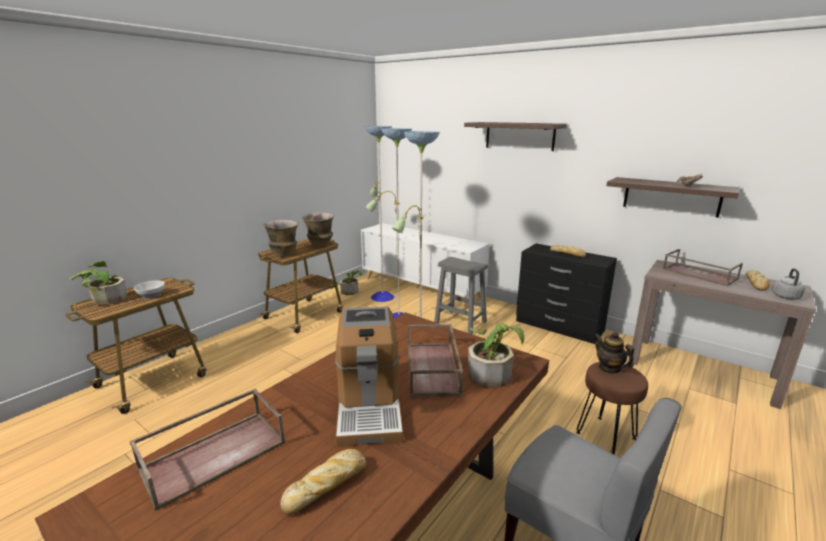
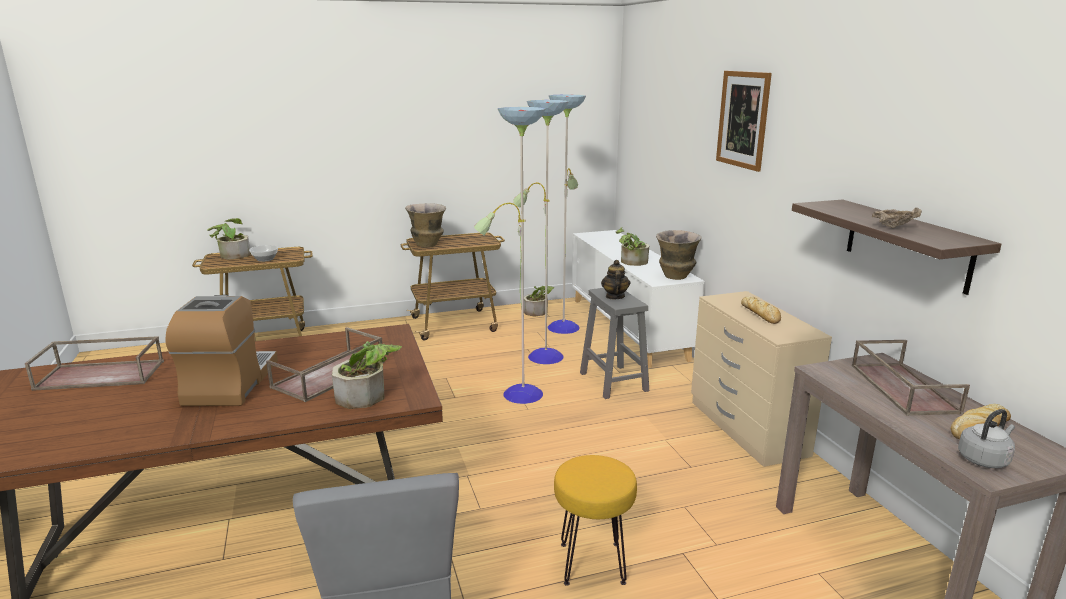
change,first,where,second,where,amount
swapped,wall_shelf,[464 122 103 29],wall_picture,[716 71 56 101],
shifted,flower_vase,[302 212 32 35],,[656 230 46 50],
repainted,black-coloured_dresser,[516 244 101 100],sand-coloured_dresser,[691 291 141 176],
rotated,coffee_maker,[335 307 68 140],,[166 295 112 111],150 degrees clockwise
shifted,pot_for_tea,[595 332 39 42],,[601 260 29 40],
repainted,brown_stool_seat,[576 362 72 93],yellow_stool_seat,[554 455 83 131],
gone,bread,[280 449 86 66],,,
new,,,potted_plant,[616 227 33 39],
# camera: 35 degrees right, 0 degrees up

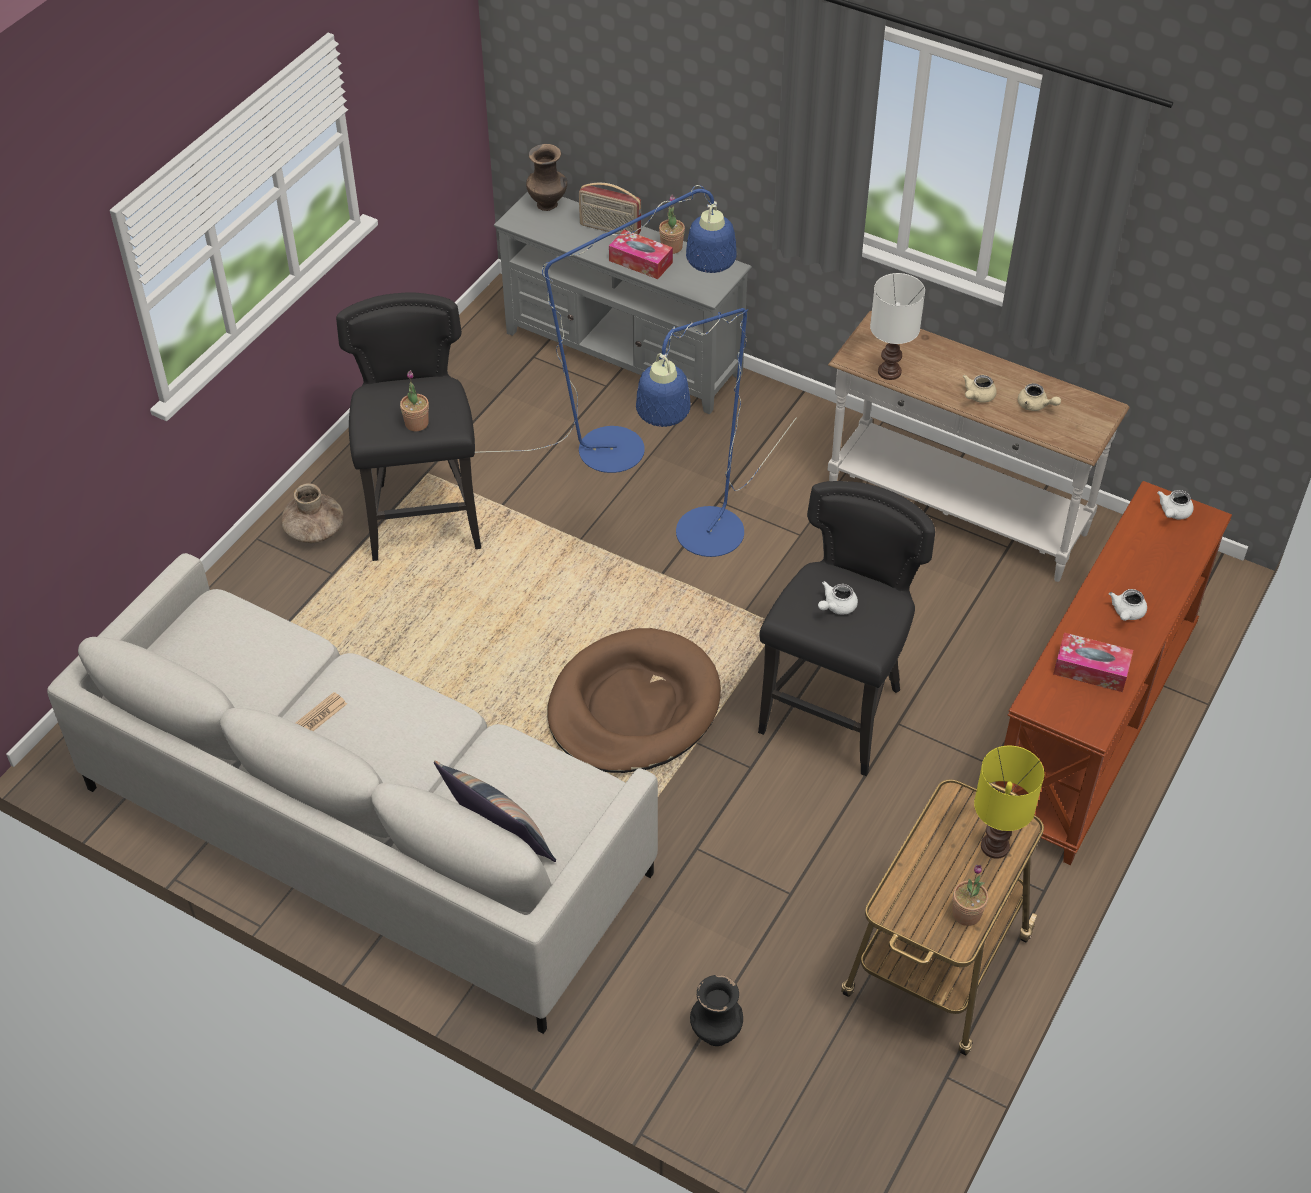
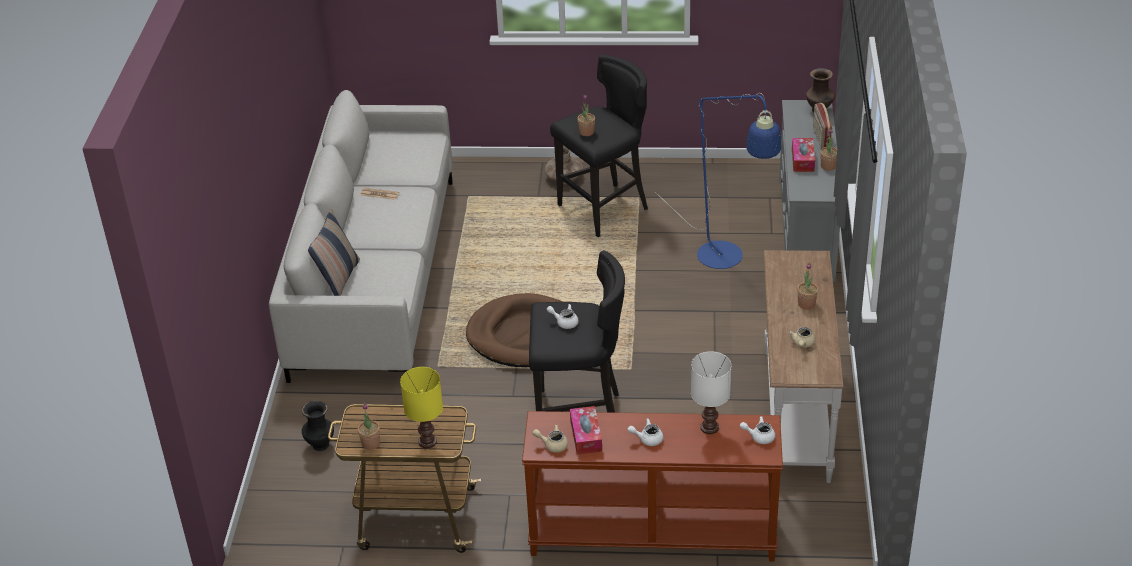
change,first,where,second,where,amount
shifted,whitish_tabletop_lamp,[870 273 55 107],,[691 351 40 83],
gone,blue_standard_lamp,[636 308 161 249],,,
shifted,sand-coloured_pot_for_tea,[962 375 35 28],,[533 424 35 29],
new,,,potted_plant,[797 263 21 47],
# camera: 65 degrees right, 10 degrees down

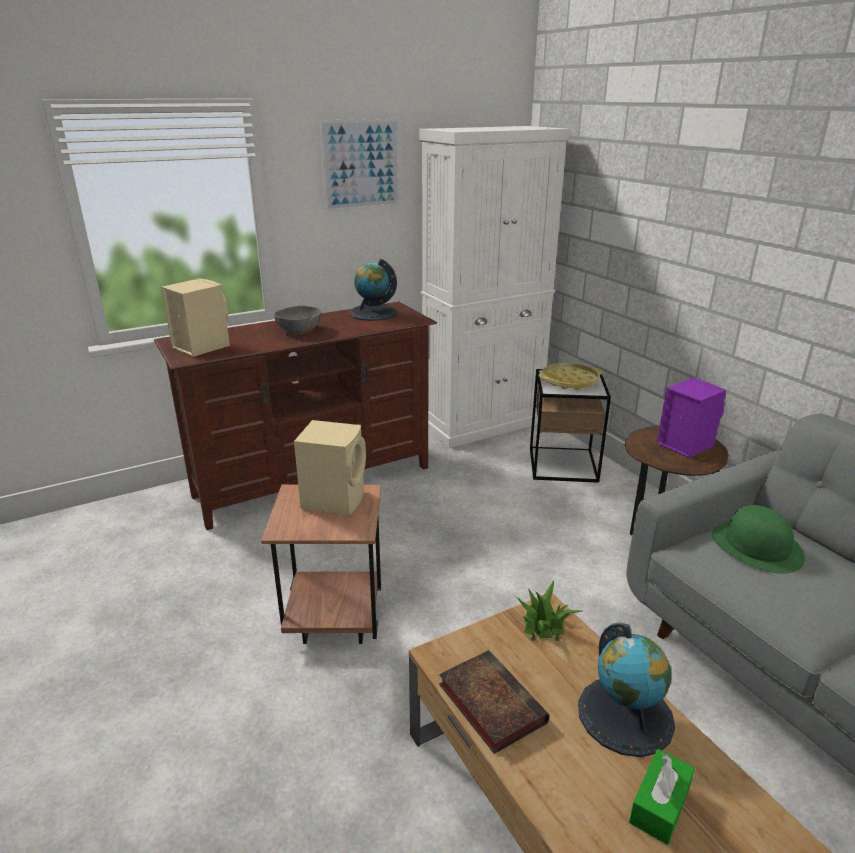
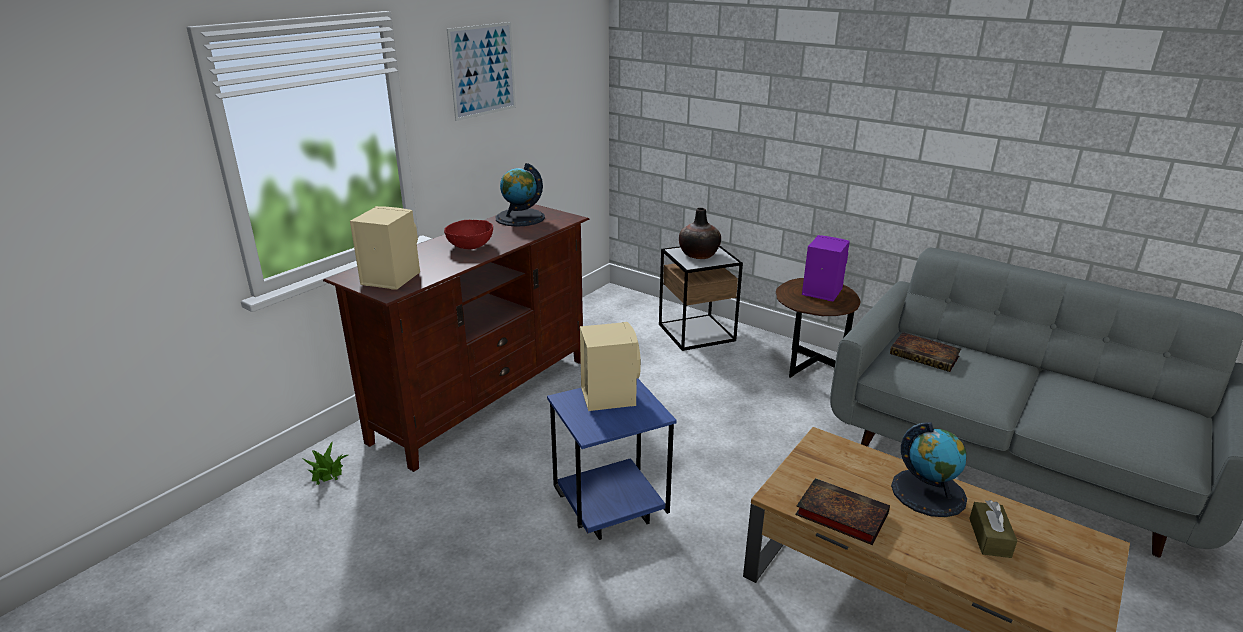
change,first,where,second,where,amount
gone,whitish_storage_cabinet,[419 126 151 322],,,
repainted,gray_deep_dish,[274 305 48 28],reddish_deep_dish,[444 220 49 29],
swapped,yellow_tray,[538 363 64 27],flower_vase,[679 208 42 51],
repainted,brown_end_table,[261 485 120 159],blue_end_table,[547 379 130 161],
swapped,green_clothing_hat,[712 505 93 69],volume,[890 332 71 40],
shifted,potted_plant,[515 580 69 61],,[301 442 47 43],
repainted,green_box_of_tissues,[629 749 66 96],brown_box_of_tissues,[969 500 48 58],
# camera: 25 degrees left, 0 degrees up

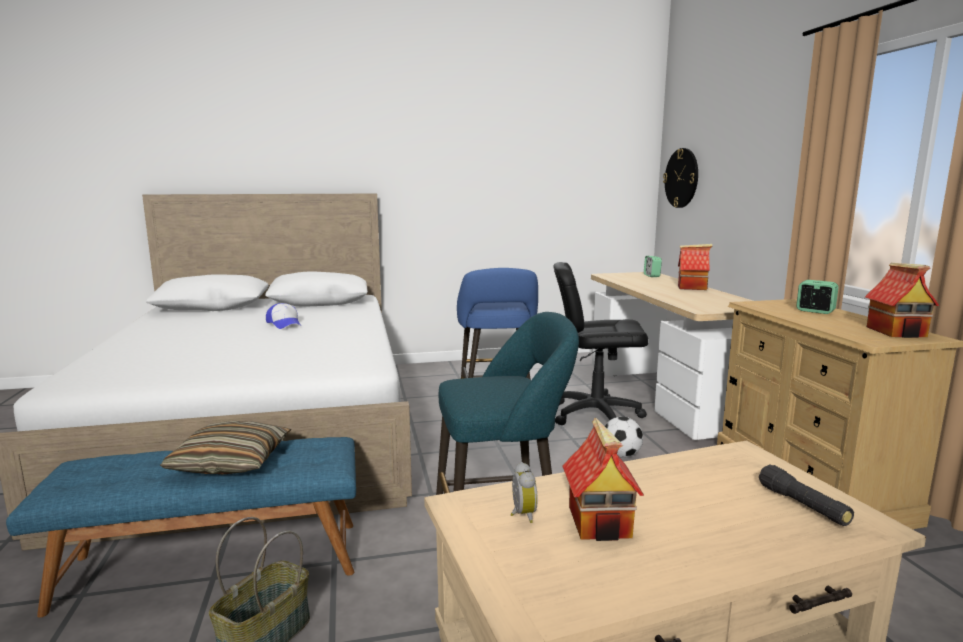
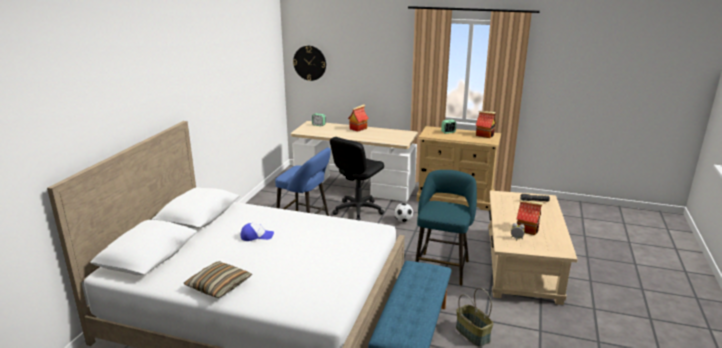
change,first,where,second,where,amount
shifted,cushion,[160 421 132 53],,[184 261 68 37],
# camera: 60 degrees left, 10 degrees up

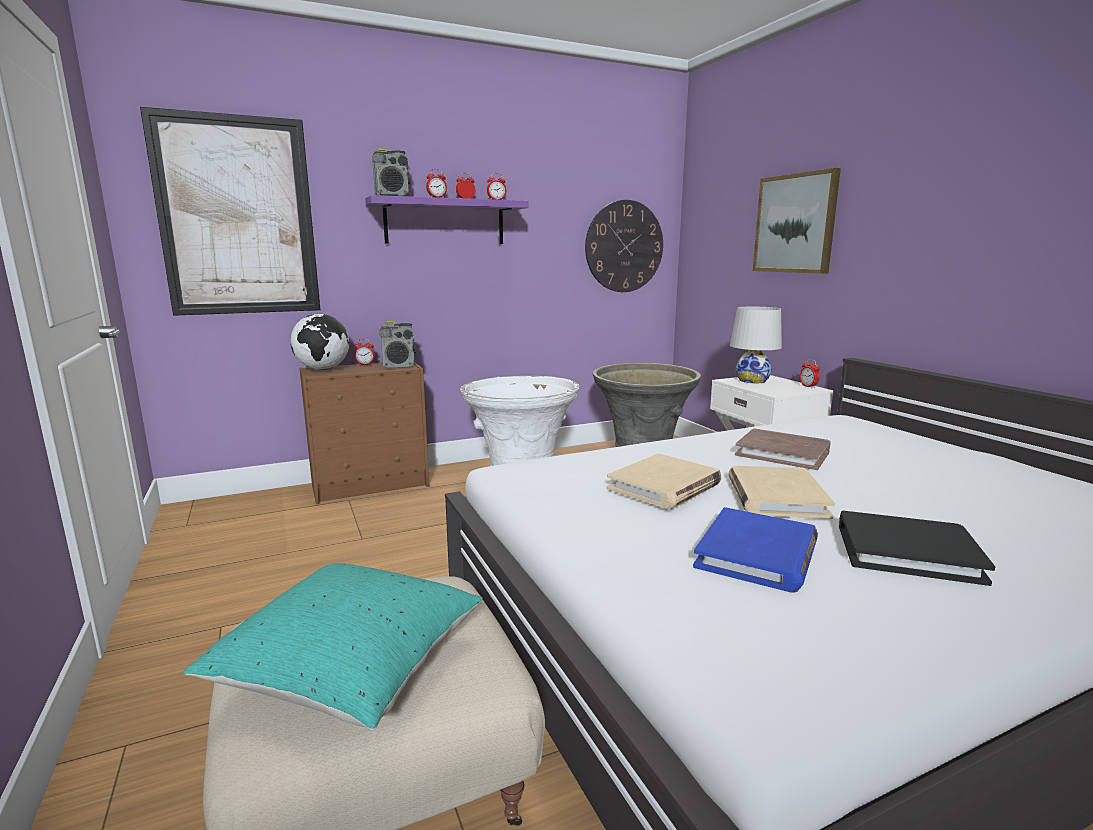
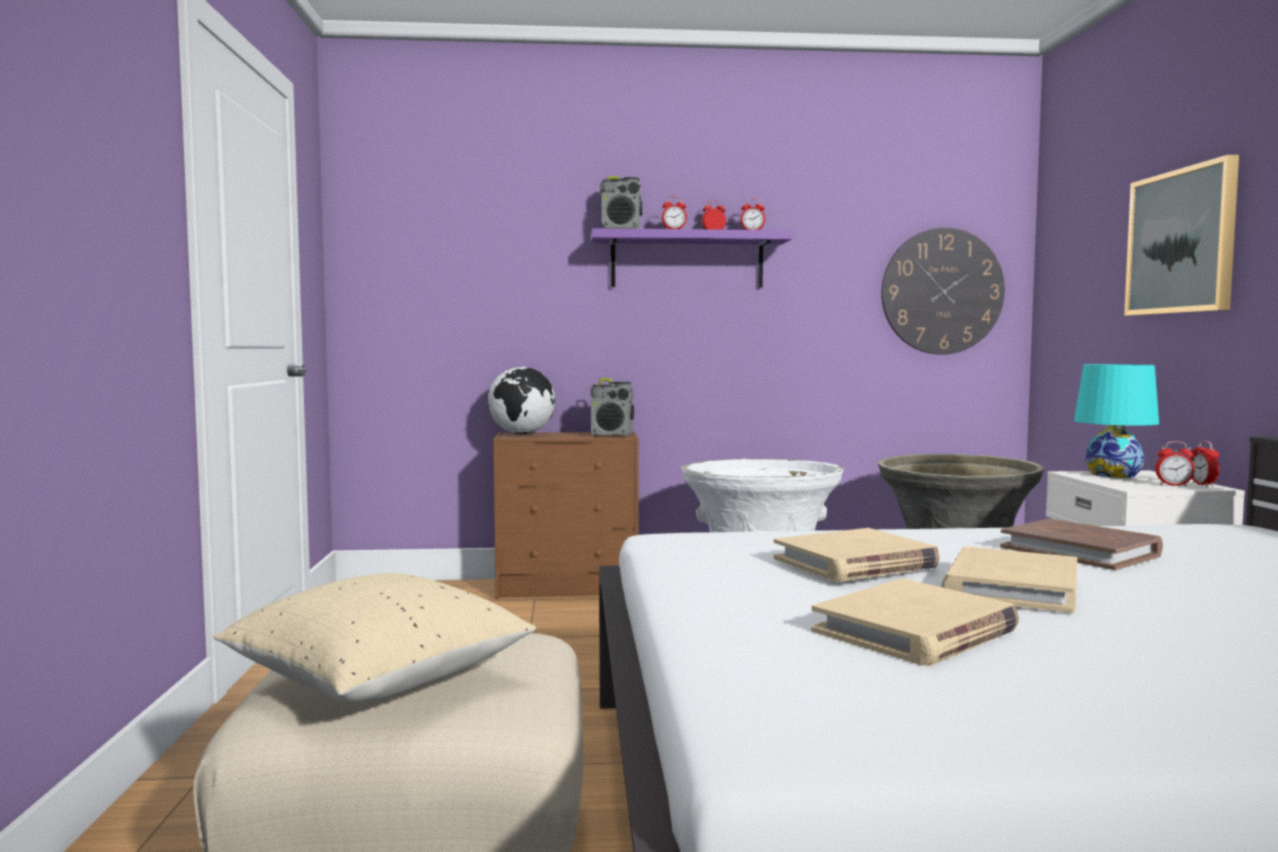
change,first,where,second,where,amount
gone,wall_picture,[140 107 180 209],,,
repainted,whitish_tabletop_lamp,[730 307 52 76],turquoise_tabletop_lamp,[1074 364 85 114],
shifted,table_clock,[354 339 21 26],,[1155 441 40 46],
repainted,blue_volume,[693 507 125 85],sand-coloured_volume,[811 579 208 87],
gone,black-coloured_volume,[839 511 156 75],,,
repainted,turquoise_cushion,[183 563 300 167],sand-coloured_cushion,[214 573 322 130],
# camera: 20 degrees right, 10 degrees down

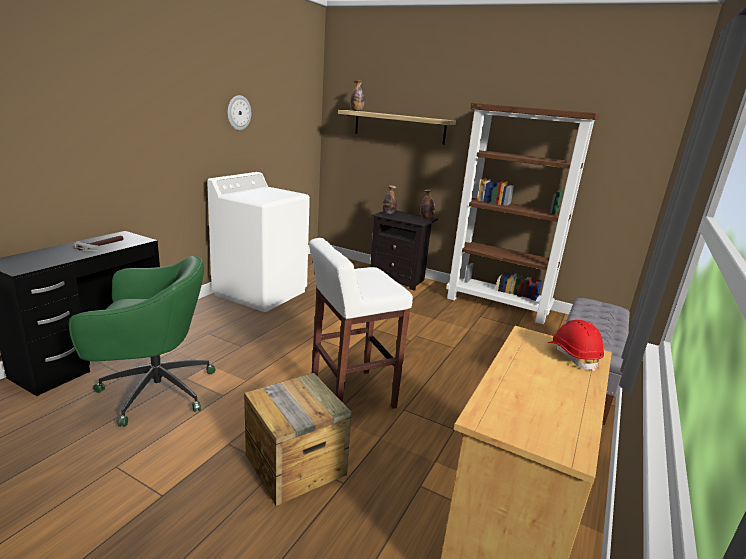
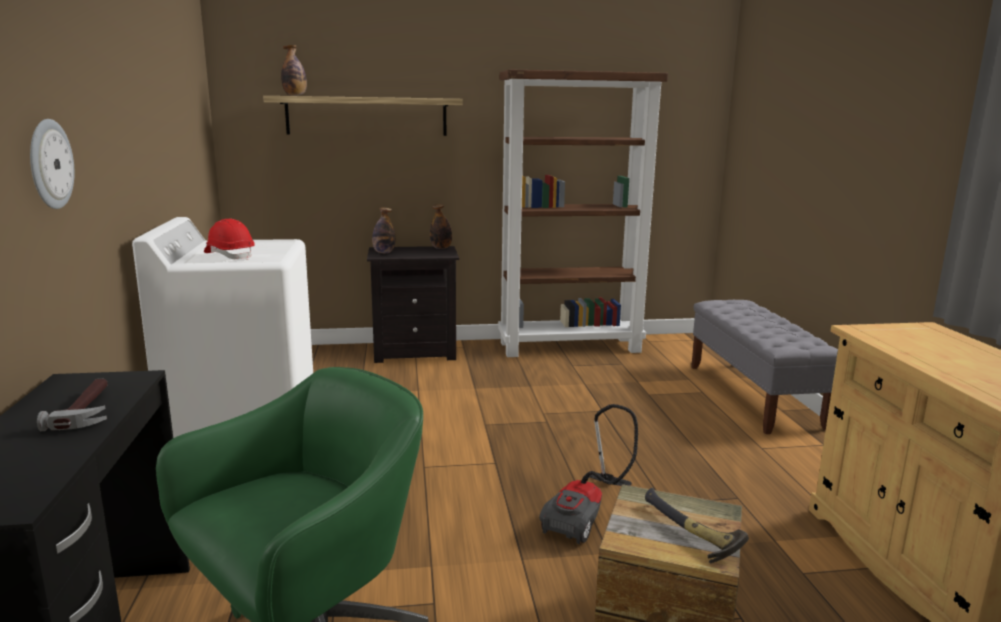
change,first,where,second,where,amount
shifted,wall_clock,[227 95 24 35],,[30 119 44 90],
swapped,whitish_stool_seat,[309 238 104 171],vacuum,[539 404 99 140],
shifted,reddish_work_helmet,[547 320 57 51],,[204 219 51 41],
new,,,tool_hammer,[645 488 104 75],
# camera: 35 degrees left, 5 degrees down

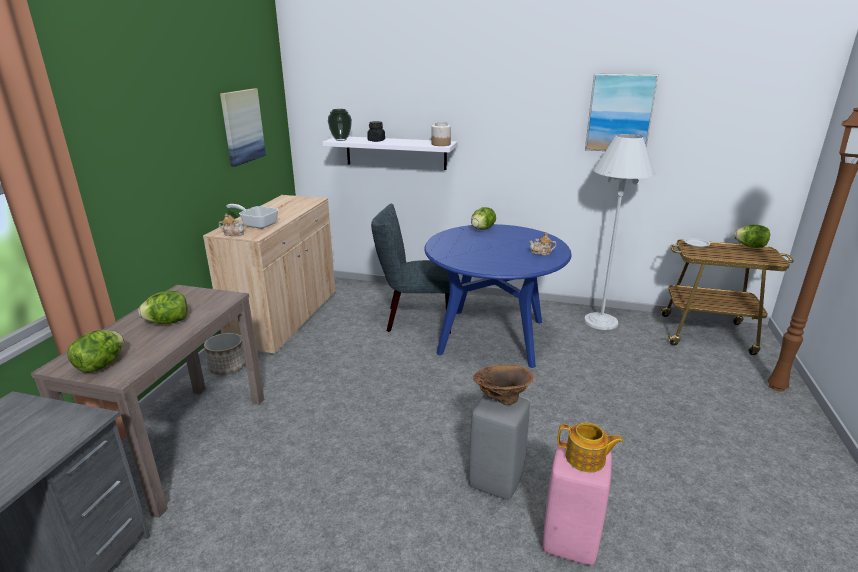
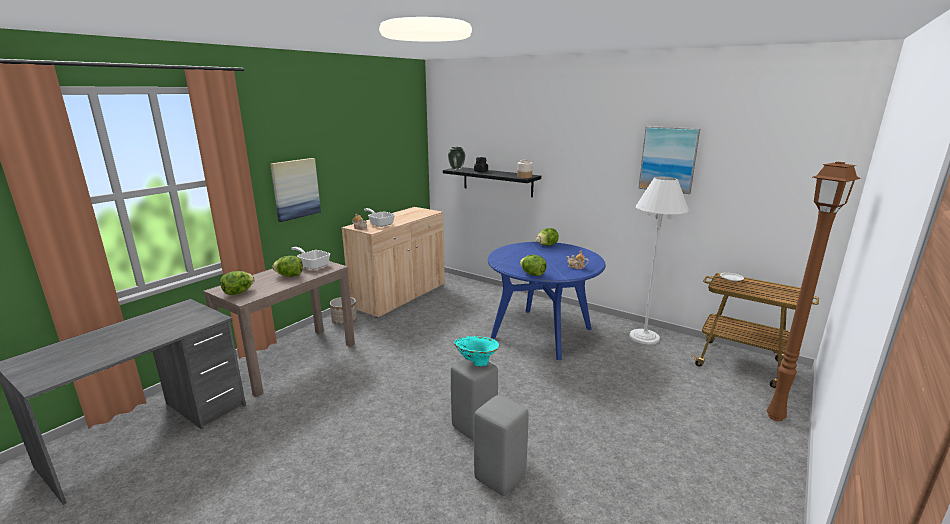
change,first,where,second,where,amount
shifted,wall_picture,[220 89 46 78],,[270 158 51 64],
repainted,whitish_wall_shelf,[322 137 136 33],black-coloured_wall_shelf,[443 167 98 30],
gone,gray_plain_chair,[371 204 80 130],,,
shifted,lettuce_head,[734 225 36 23],,[520 255 27 21],
repainted,brown_flower_vase,[473 365 61 40],turquoise_flower_vase,[454 336 46 30],
gone,pot_for_tea,[557 422 66 50],,,
repainted,pinkish_stool_seat,[543 440 69 125],gray_stool_seat,[474 395 54 100],
new,,,frying_pan,[291 247 39 22],
# camera: 20 degrees right, 5 degrees down

